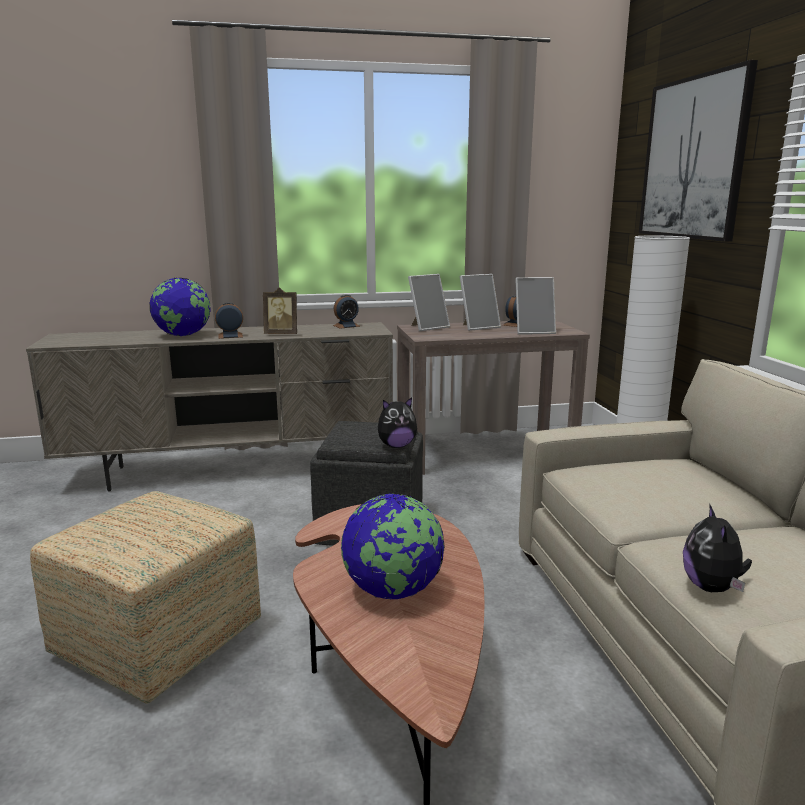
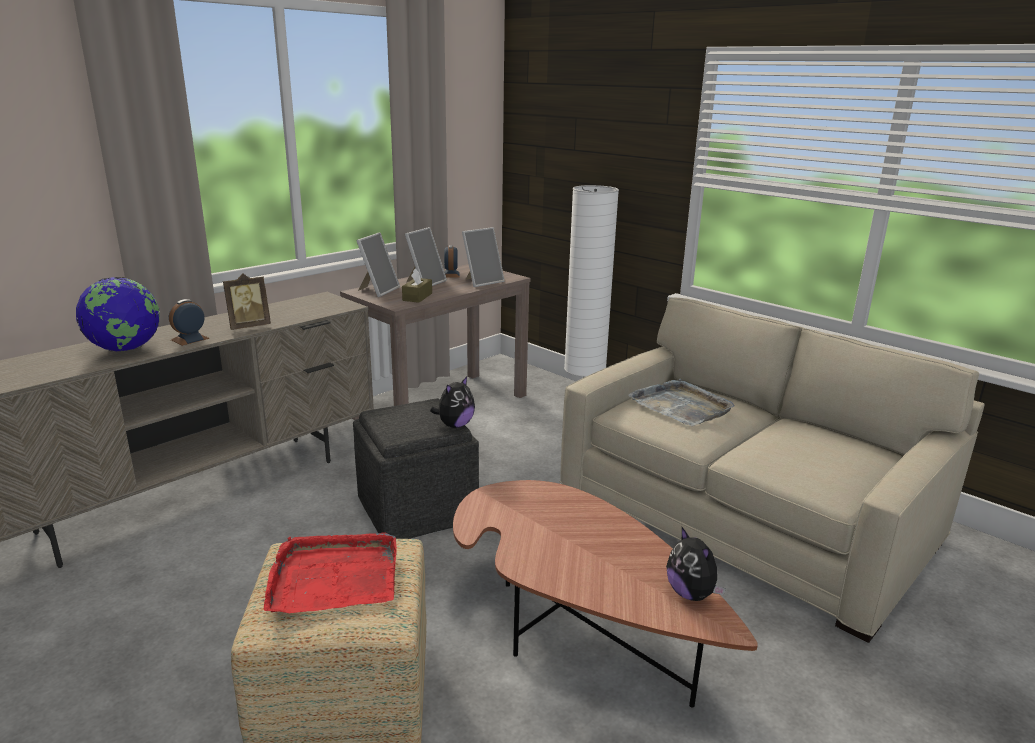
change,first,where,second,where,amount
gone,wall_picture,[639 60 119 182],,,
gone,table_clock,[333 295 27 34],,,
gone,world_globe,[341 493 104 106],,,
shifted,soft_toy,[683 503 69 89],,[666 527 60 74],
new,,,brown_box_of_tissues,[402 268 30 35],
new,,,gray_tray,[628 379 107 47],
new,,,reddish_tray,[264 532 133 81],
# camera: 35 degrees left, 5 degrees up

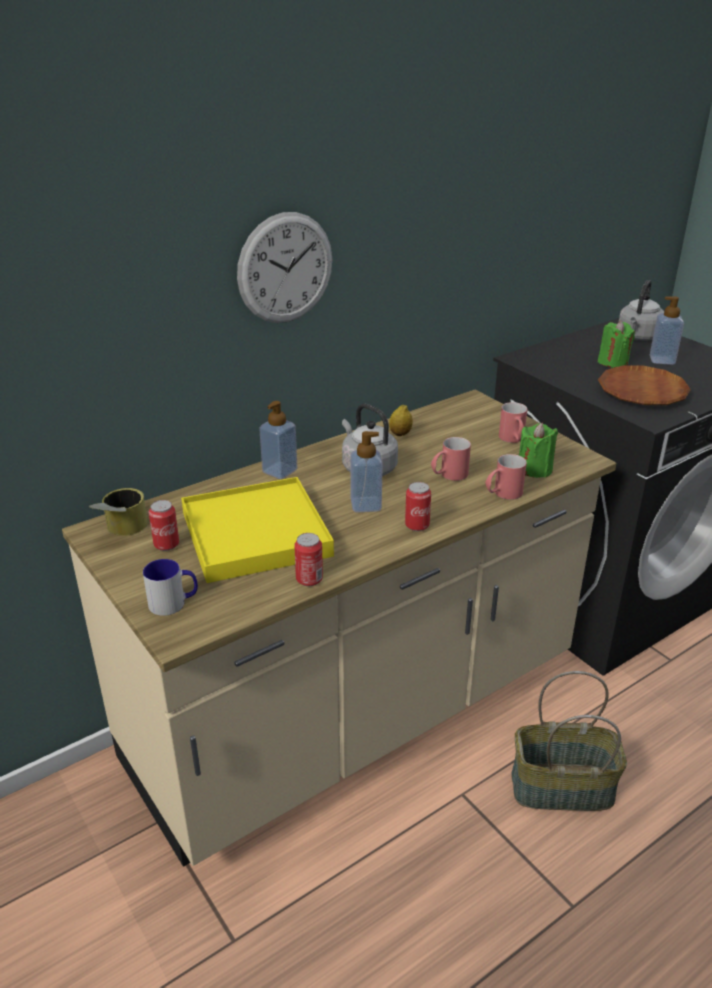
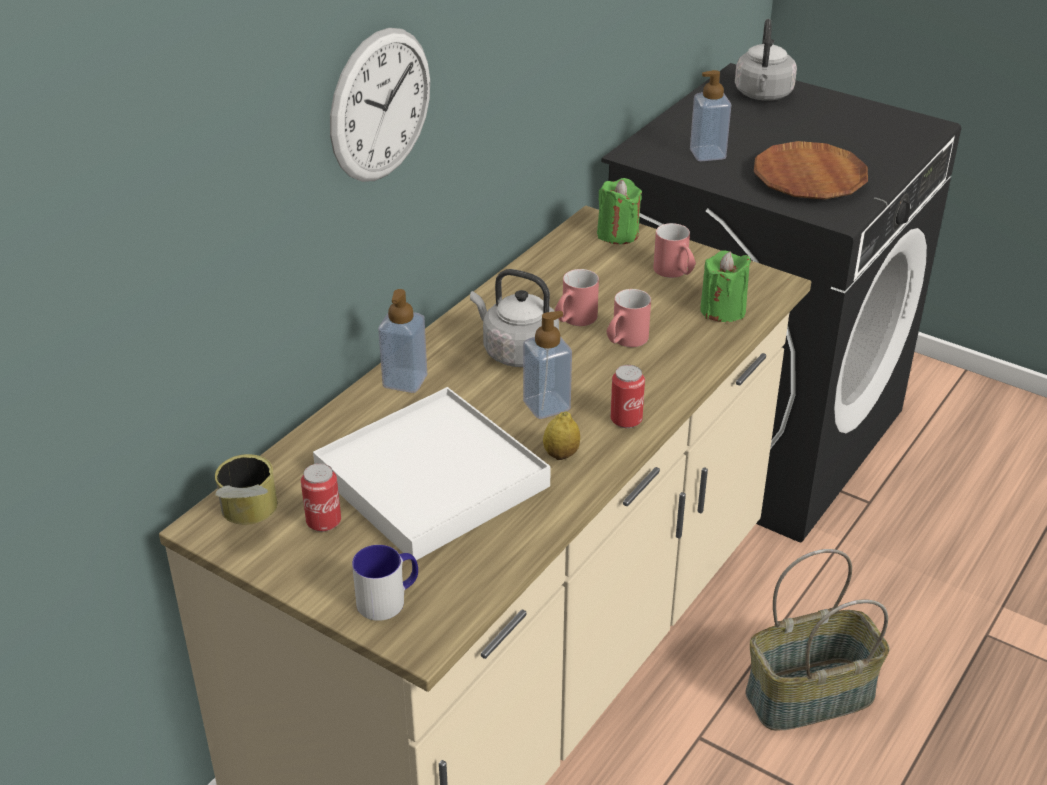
change,first,where,second,where,amount
shifted,soap_bottle,[650 296 34 69],,[690 70 41 91],
shifted,green_wax_light,[598 321 37 47],,[597 178 45 66],
shifted,whole_lemon,[389 404 24 32],,[543 412 37 48],
shifted,reddish_mug,[485 454 42 46],,[555 269 44 57],
repainted,yellow_tray,[181 477 153 106],whitish_tray,[313 387 238 173],
gone,metal_can,[294 533 29 53],,,
# camera: 20 degrees left, 5 degrees up

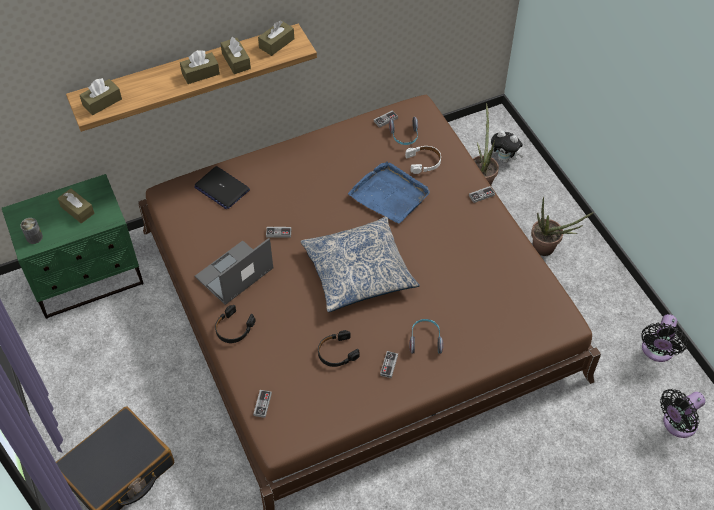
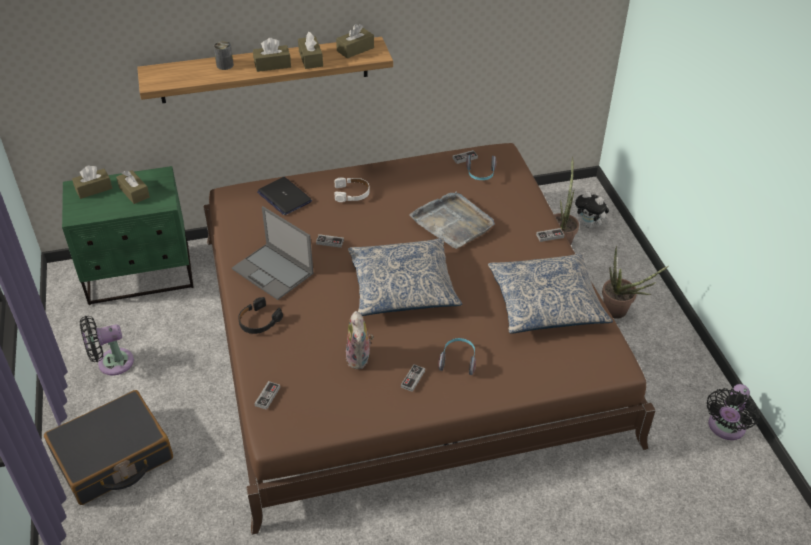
change,first,where,second,where,amount
shifted,brown_box_of_tissues,[80 78 42 37],,[72 166 40 33],
shifted,whitish_headphones,[405 146 36 28],,[335 177 35 25],
repainted,blue_tray,[348 162 82 62],gray_tray,[409 192 86 57],
shifted,metal_can,[20 218 23 26],,[214 41 20 29],
rotated,laptop,[195 238 78 67],,[232 206 82 94],105 degrees counterclockwise
swapped,black-coloured_headphones,[318 330 42 37],soft_toy,[346 311 28 58],
shifted,black-coloured_fan,[660 389 46 49],,[80 316 54 59],
new,,,cushion,[488 253 125 81],
# camera: 10 degrees right, 10 degrees down

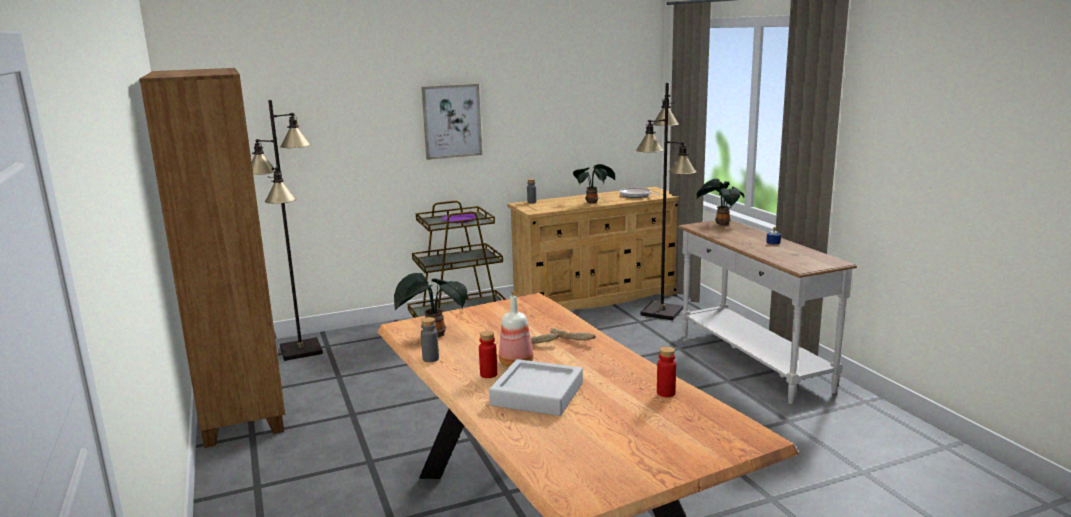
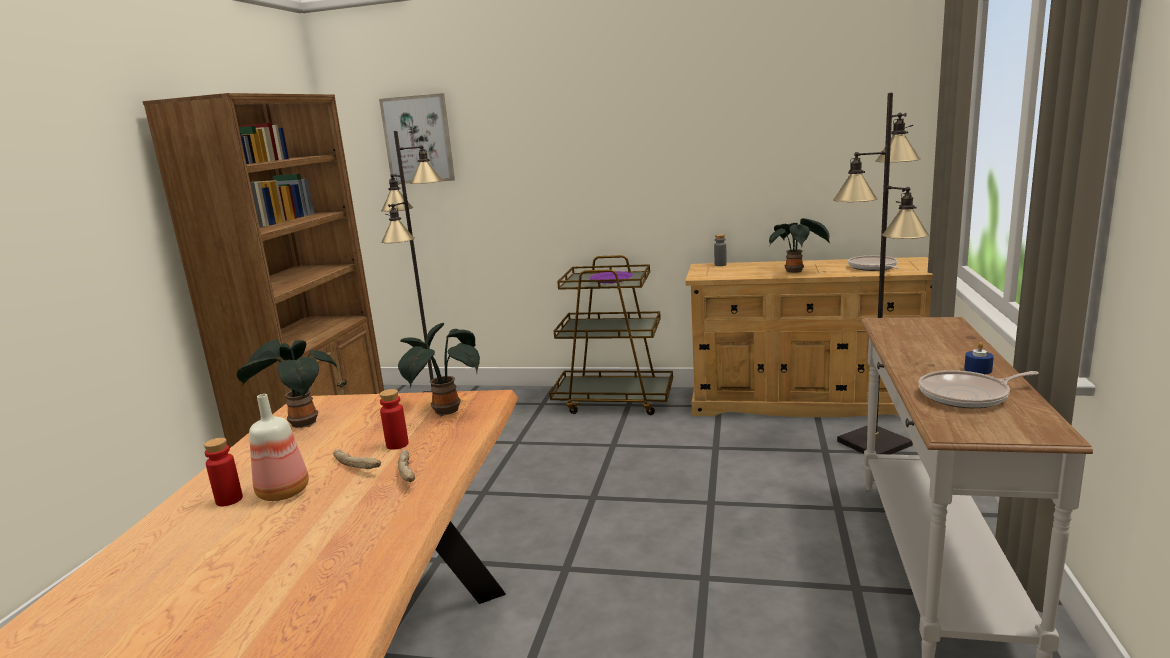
change,first,where,second,where,amount
shifted,wall_picture,[422 84 60 76],,[379 93 76 91],
shifted,potted_plant,[697 179 48 46],,[398 323 82 93],
gone,gray_drink_bottle,[421 317 18 45],,,
shifted,reddish_drink_bottle,[657 346 19 51],,[379 389 30 61],
gone,gray_tray,[489 359 94 57],,,
new,,,frying_pan,[918 370 121 38],
# camera: 35 degrees right, 0 degrees up

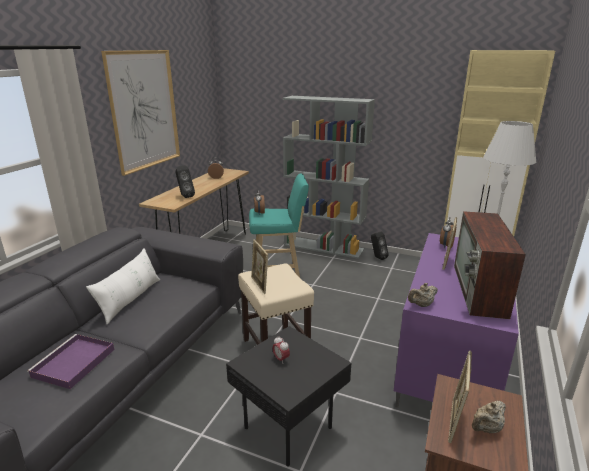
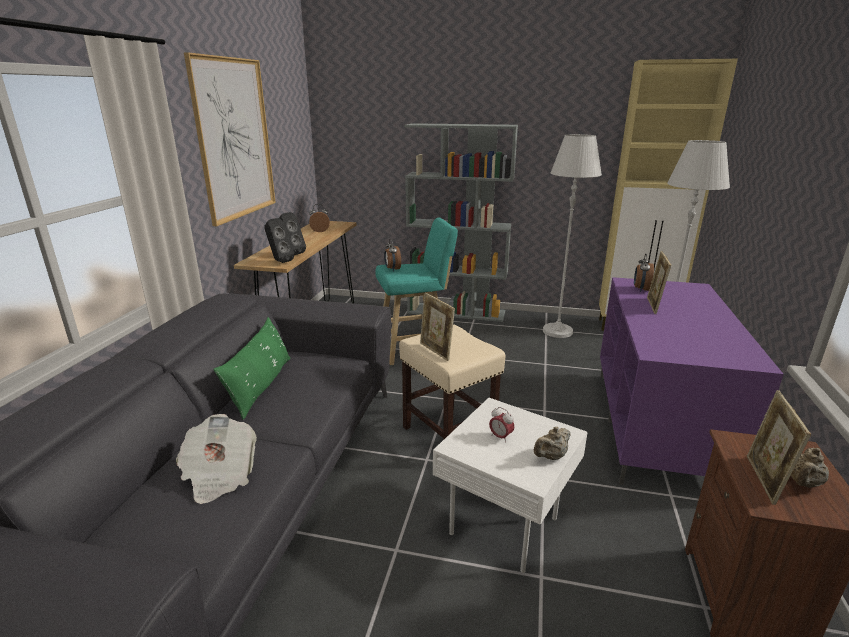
change,first,where,second,where,amount
gone,TV_set,[454 211 72 108],,,
shifted,black-coloured_speaker,[371 232 18 28],,[264 218 30 45],
repainted,whitish_cushion,[86 248 74 76],green_cushion,[214 317 77 103],
shifted,sand-coloured_pot_for_tea,[408 283 30 24],,[534 427 37 33],
repainted,black-coloured_end_table,[226 326 125 141],whitish_end_table,[433 398 154 175],
swapped,purple_tray,[27 334 87 55],daily_paper,[176 414 81 90],
new,,,whitish_standard_lamp,[543 134 59 204],
# camera: 10 degrees left, 0 degrees up

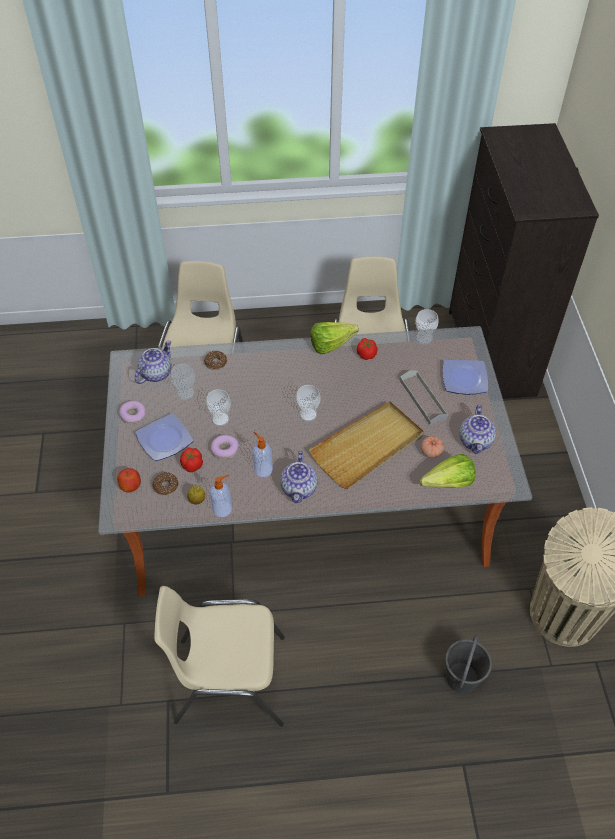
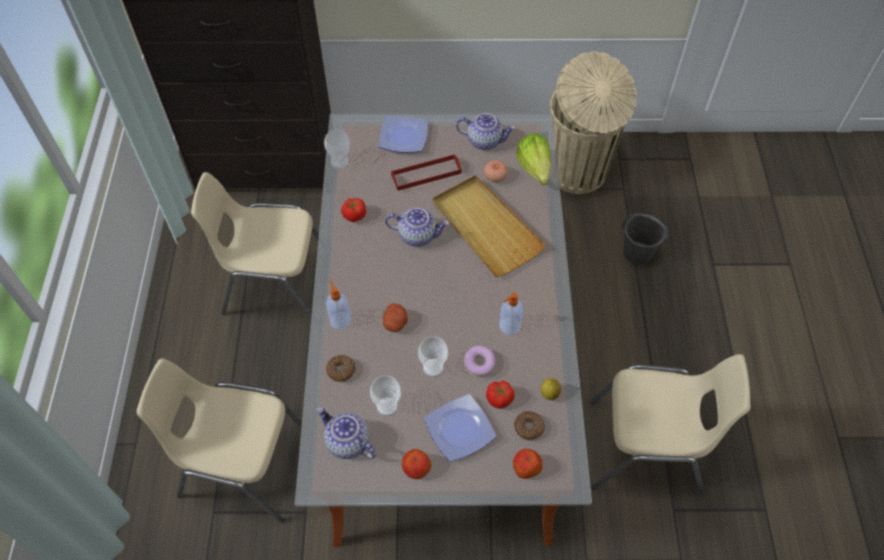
change,first,where,second,where,amount
gone,lettuce_head,[311 322 48 32],,,
repainted,gray_tray,[400 370 48 55],reddish_tray,[391 154 70 37],
gone,drinking_cup,[296 385 25 37],,,
swapped,donut,[119 401 27 23],whole_apple,[402 449 29 30],
shifted,pot_for_tea,[280 451 38 52],,[385 208 64 39],
shifted,soap_bottle,[210 474 22 43],,[326 280 25 50],
rotated,sand-coloured_plain_chair,[154 586 131 141],,[590 354 161 141],90 degrees counterclockwise
new,,,spud,[383 303 25 29],
# camera: 85 degrees left, 5 degrees up

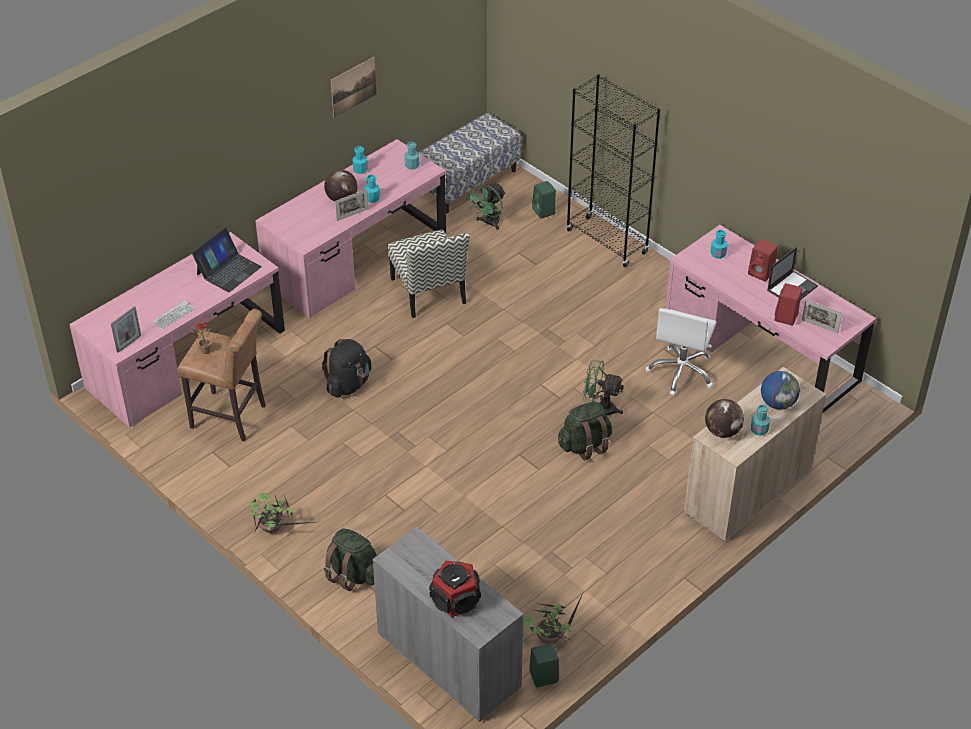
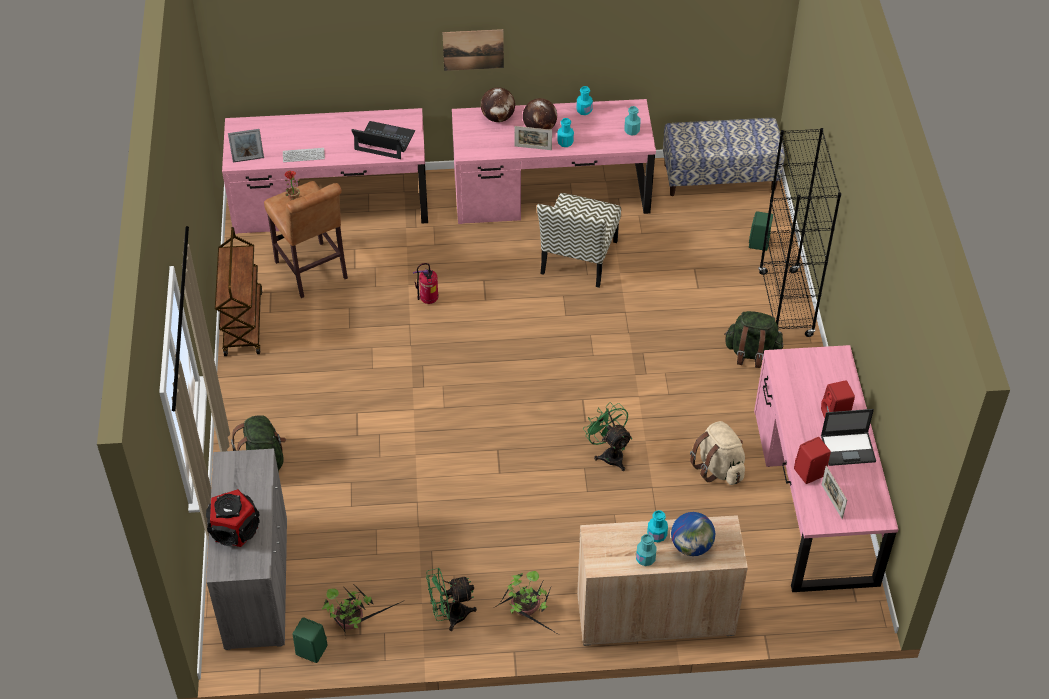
change,first,where,second,where,amount
shifted,wall_picture,[331 57 46 61],,[442 29 62 42],
shifted,green_fan,[466 182 40 48],,[426 568 51 63],
rotated,laptop,[192 228 70 65],,[351 121 64 38],150 degrees counterclockwise
shifted,turquoise_drink_bottle,[711 230 17 29],,[647 510 21 32],
swapped,whitish_office_chair,[646 308 71 88],sand-coloured_rucksack,[690 421 55 64],
swapped,black-coloured_rucksack,[322 339 50 59],extinguisher,[413 263 25 41],
shifted,world_globe,[705 399 39 39],,[481 87 34 35],
shifted,green_rucksack,[558 402 54 58],,[724 311 59 57],
shifted,potted_plant,[248 493 66 40],,[497 571 64 65],
new,,,brown_trolley,[215 227 47 129],
# camera: 40 degrees right, 5 degrees up

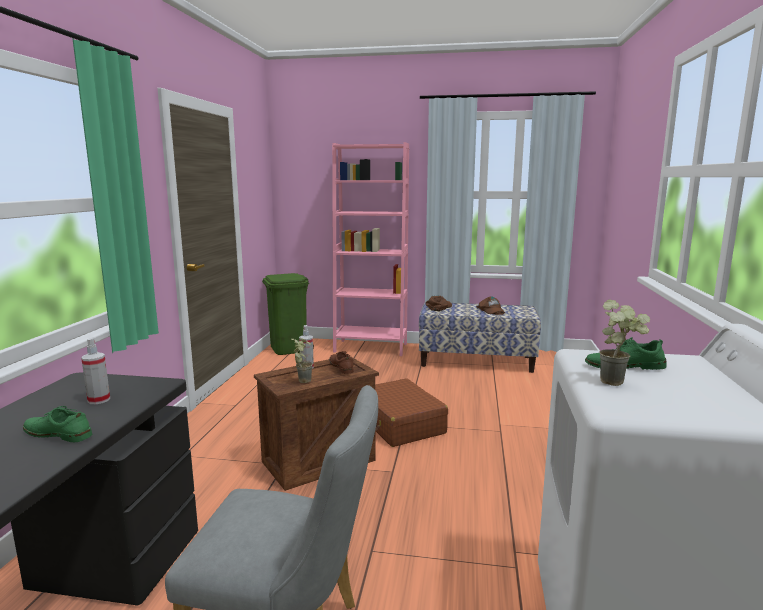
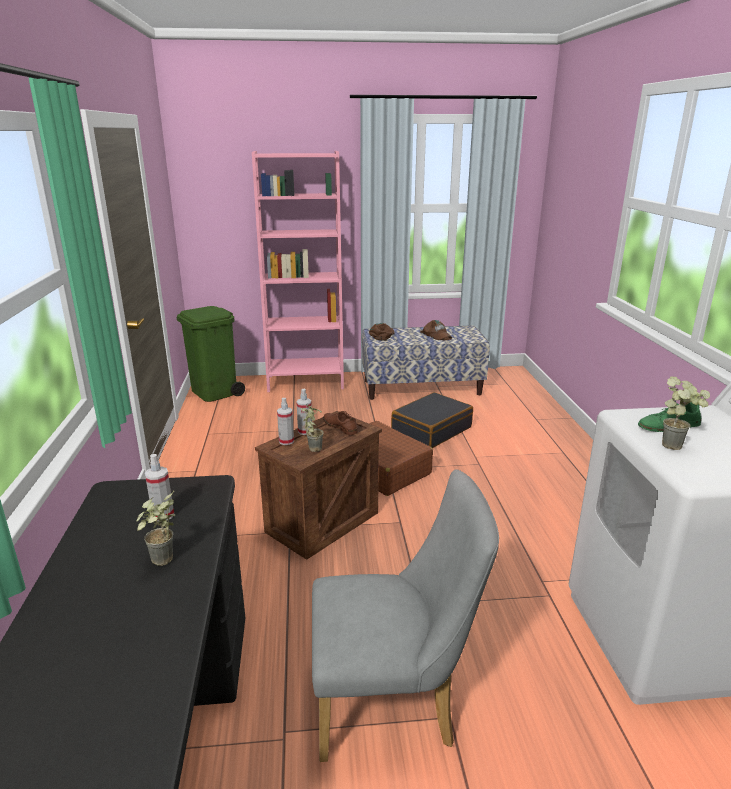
change,first,where,second,where,amount
swapped,green_shoe,[23 406 69 36],potted_plant,[136 491 39 75],
new,,,black-coloured_suitcase,[391 392 82 56],
new,,,hand_sprayer,[277 398 17 47],
# camera: 15 degrees left, 10 degrees up

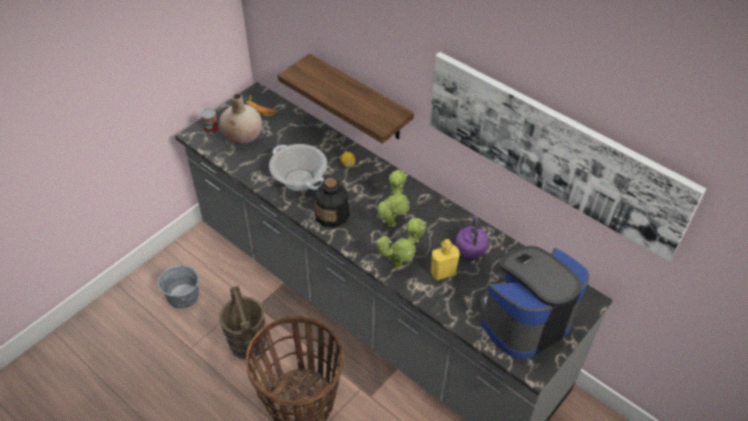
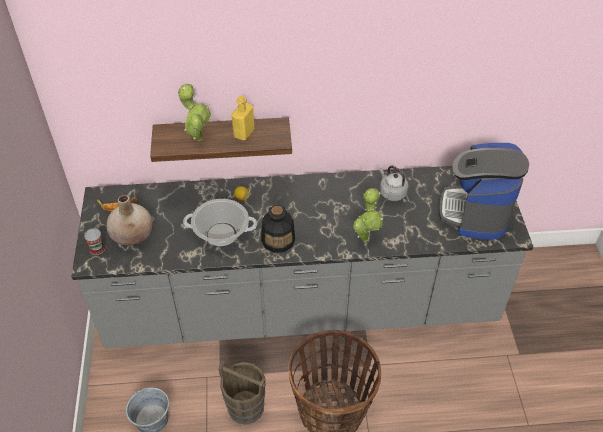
change,first,where,second,where,amount
gone,wall_picture,[430 52 277 210],,,
shifted,potted_plant,[378 170 31 57],,[178 84 33 57],
repainted,purple_kettle,[455 216 33 43],gray_kettle,[379 166 29 35],
shifted,yellow_drink_bottle,[431 239 29 41],,[231 95 23 45],
# camera: 45 degrees left, 0 degrees up

